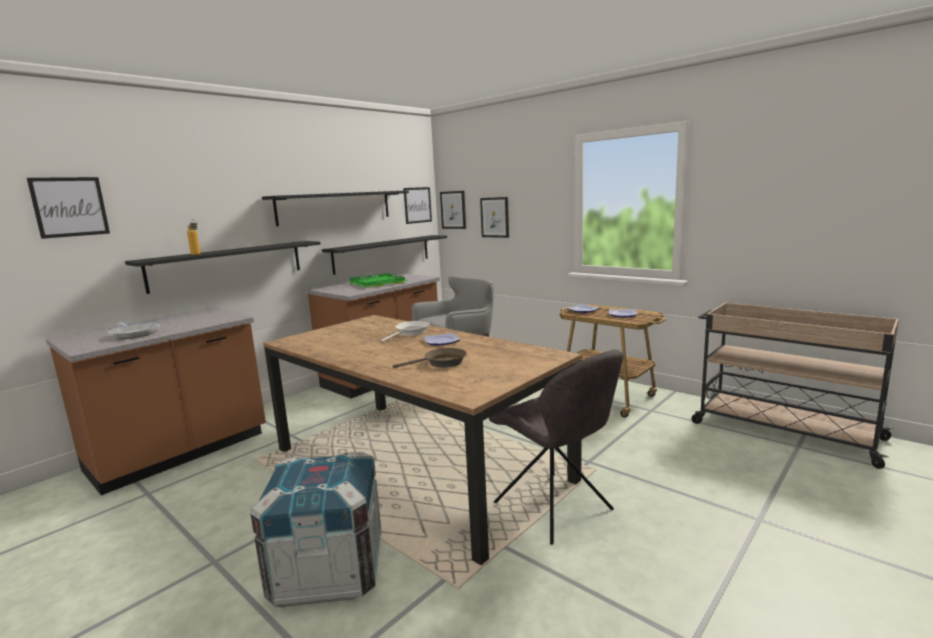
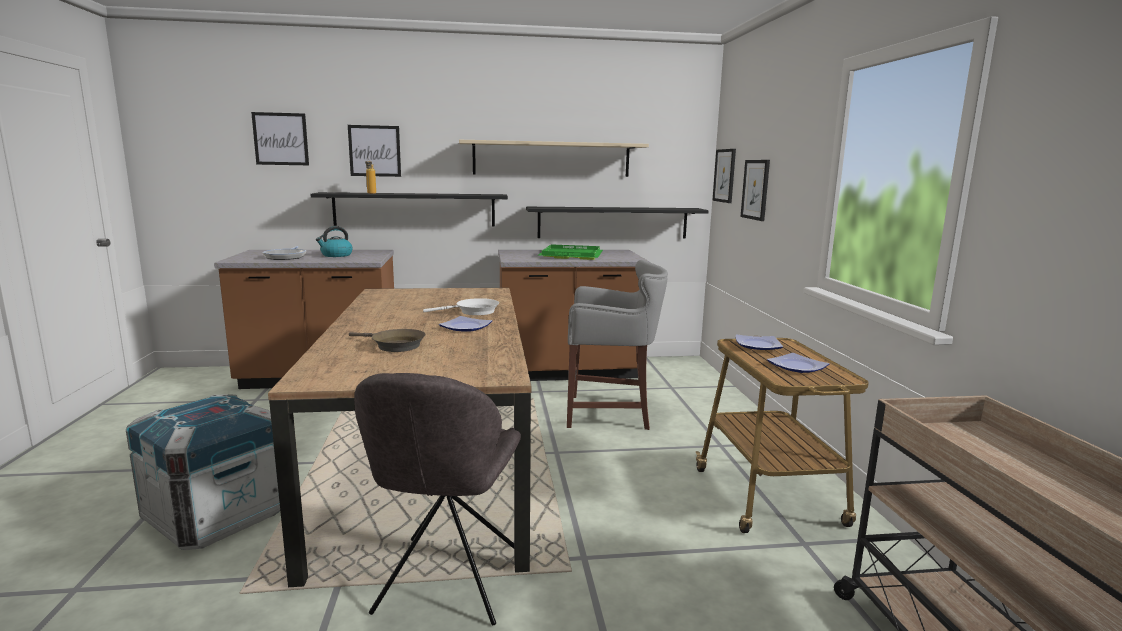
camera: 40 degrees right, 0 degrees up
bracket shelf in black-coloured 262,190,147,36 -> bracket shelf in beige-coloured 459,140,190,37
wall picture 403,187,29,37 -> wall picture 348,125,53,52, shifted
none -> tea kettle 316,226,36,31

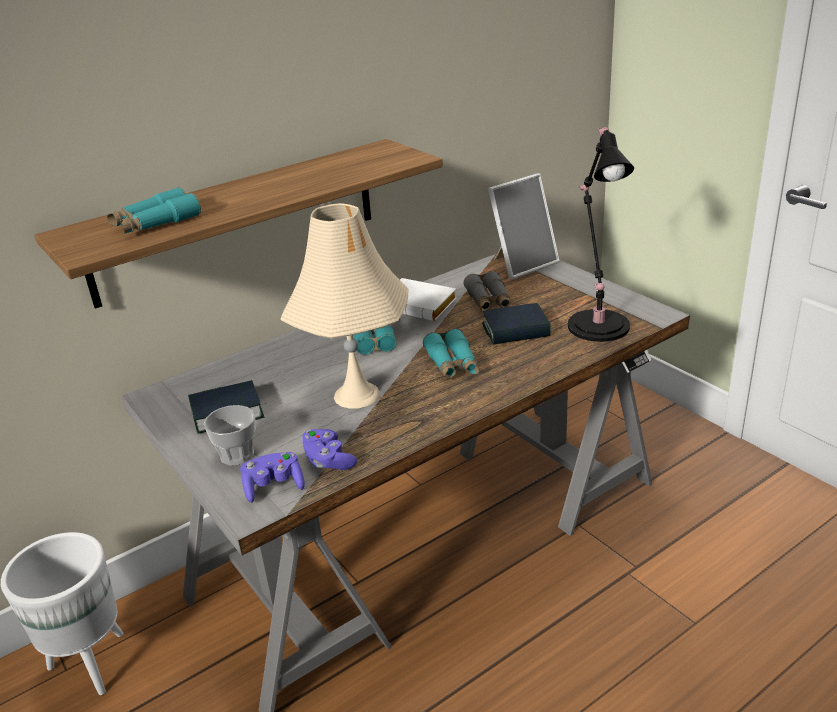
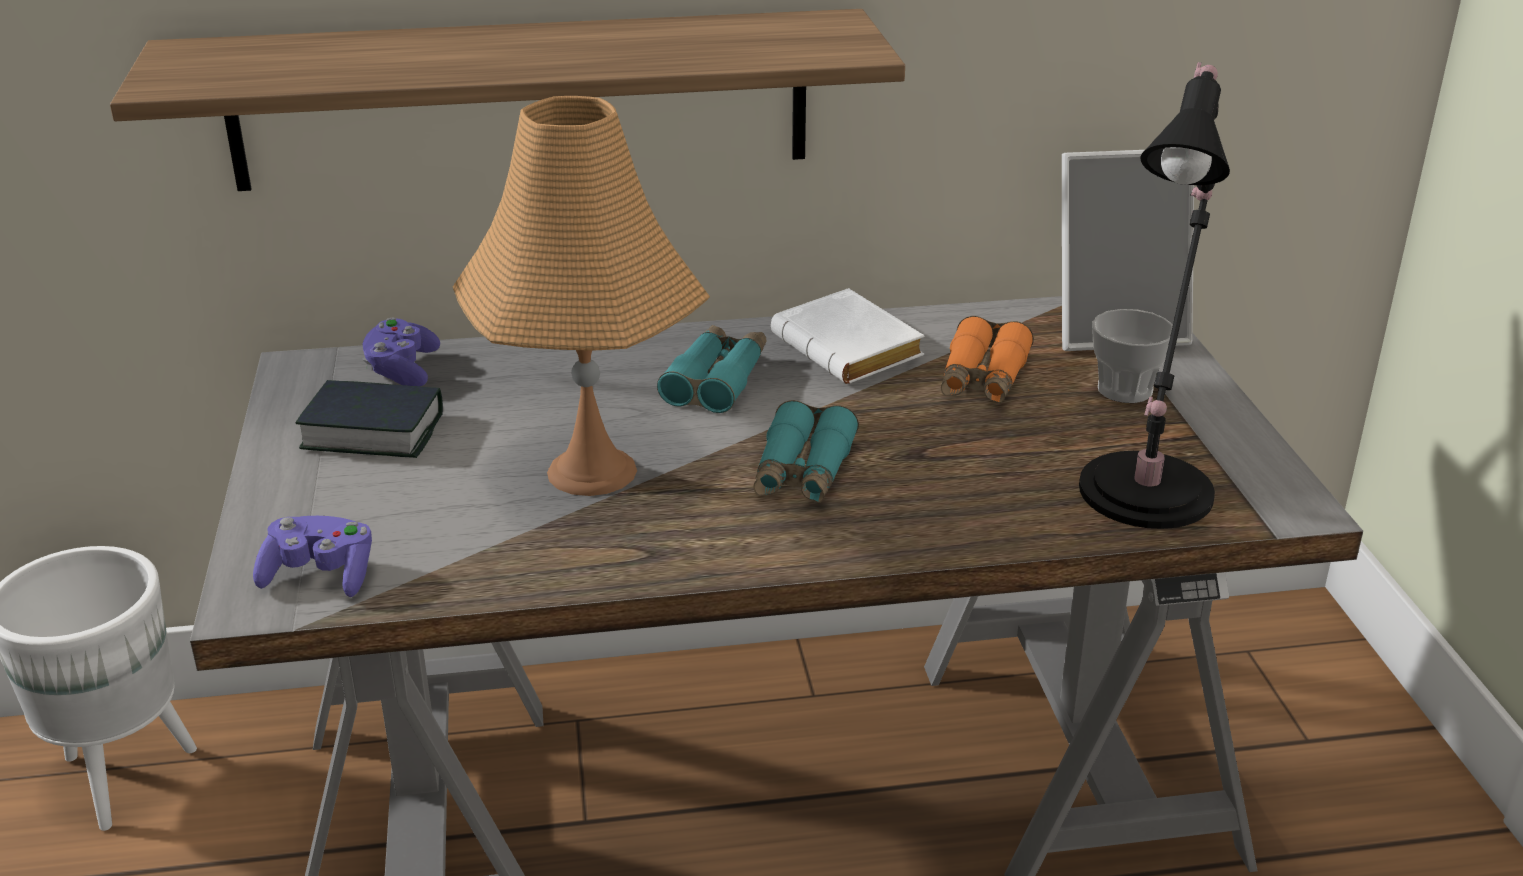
camera: 25 degrees right, 0 degrees up
binoculars in blue-green 107,187,94,46 -> none
drinking cup 204,405,51,60 -> drinking cup 1092,309,81,94, shifted
tabletop lamp in beige-coloured 280,203,129,206 -> tabletop lamp in orangey 453,96,257,400
joypad in purple-coloured 301,429,56,41 -> joypad in purple-coloured 362,318,78,69, shifted
binoculars in gray 463,271,49,41 -> binoculars in orangey 941,316,93,87
volume 482,303,69,41 -> none

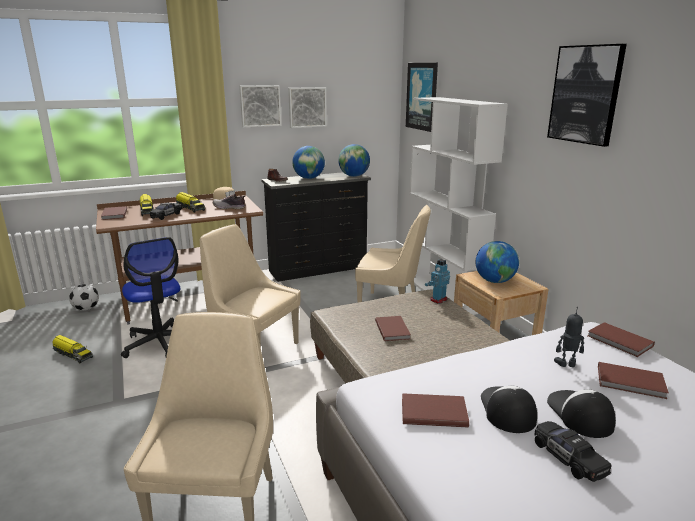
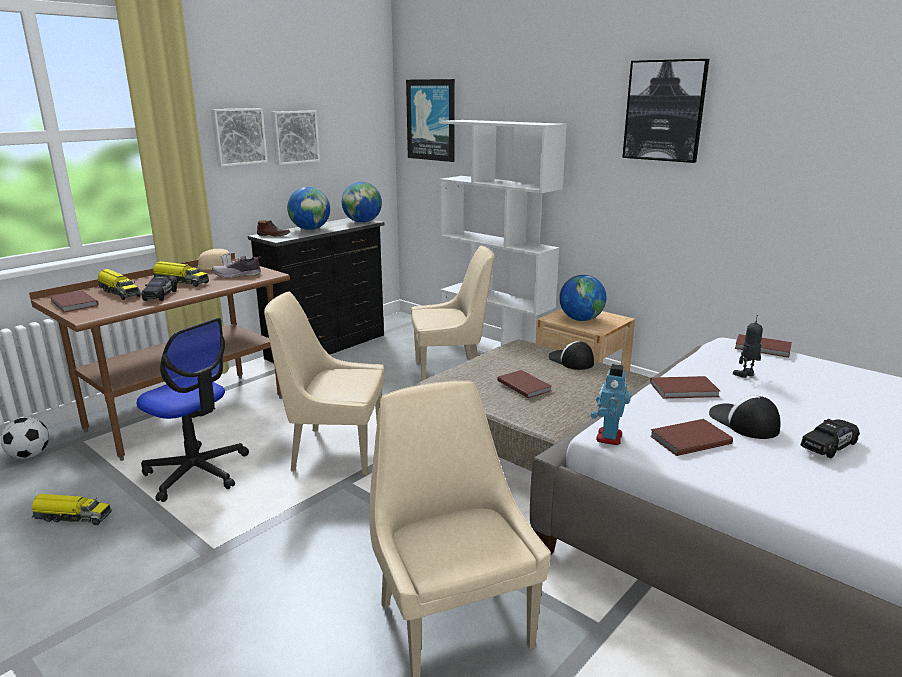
camera: 25 degrees left, 0 degrees up
robot figure 425,259,25,45 -> robot figure 591,364,40,81, shifted
miniature car in black-coloured 535,421,77,61 -> miniature car in black-coloured 801,419,59,39, 105 degrees clockwise
peaked cap 547,389,69,49 -> peaked cap 548,341,46,29, shifted
volume in brownish 598,362,71,37 -> volume in brownish 650,376,70,23, shifted

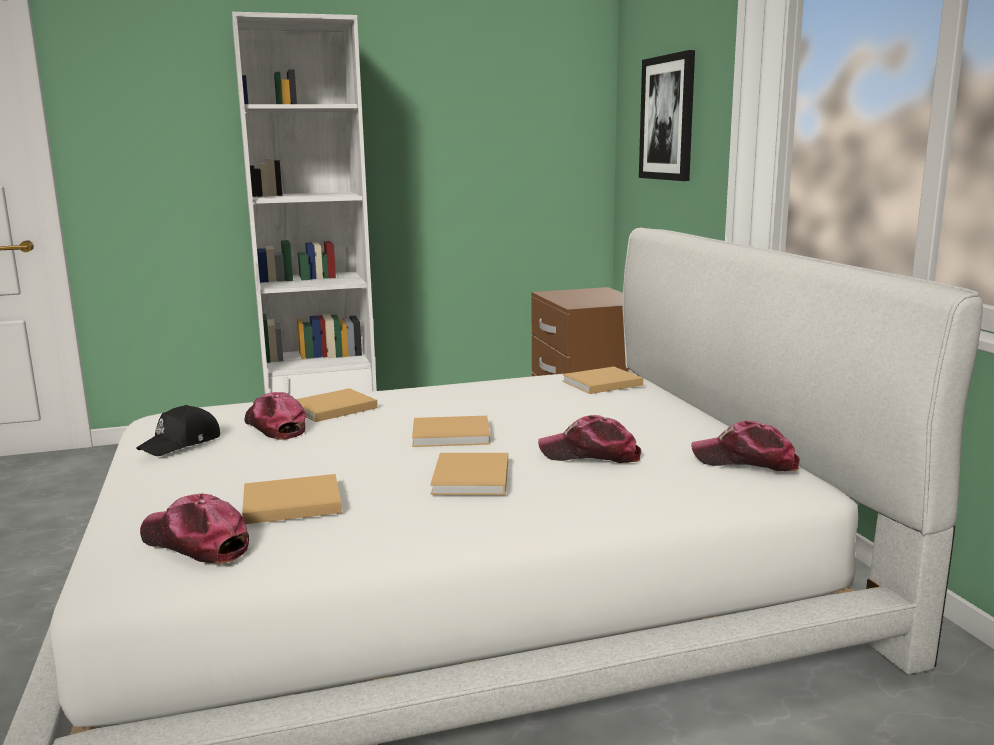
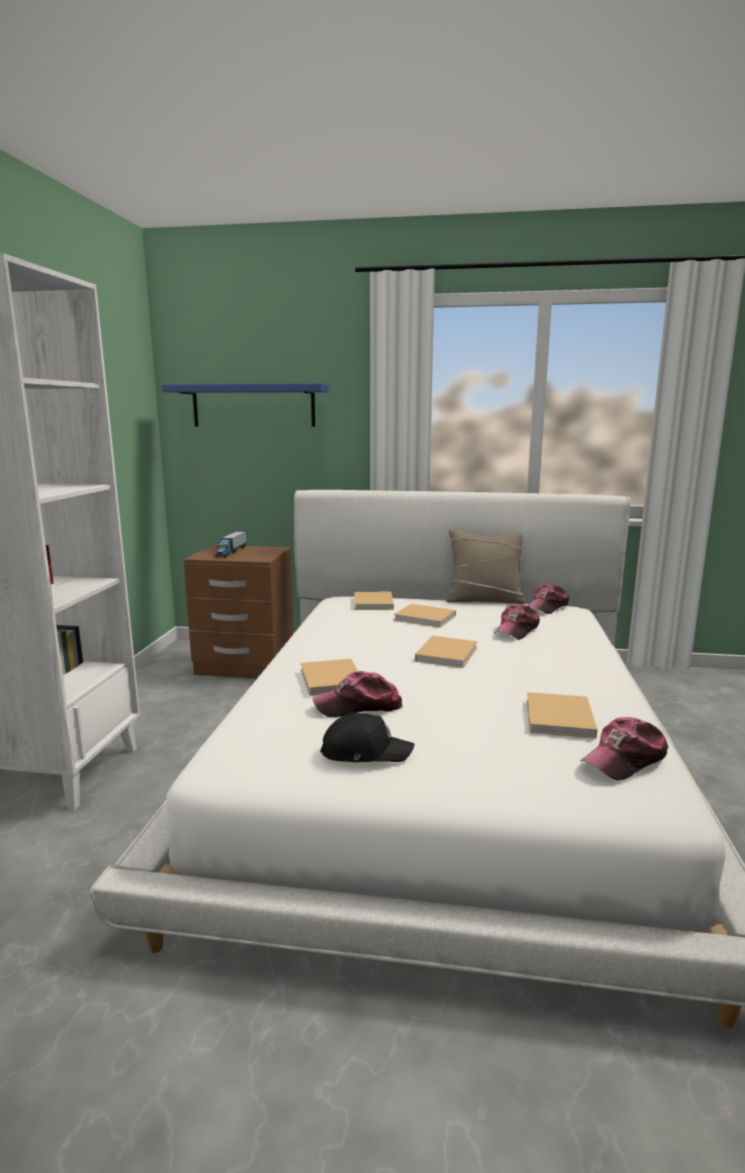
camera: 65 degrees left, 0 degrees up
peaked cap in black-coloured 136,405,84,51 -> peaked cap in black-coloured 321,713,94,49, 60 degrees counterclockwise
volume in beige-coloured 430,453,78,42 -> volume in beige-coloured 394,604,62,24, shifted
wall picture 639,50,56,131 -> bracket shelf in bluish 162,383,167,44
none -> model truck 215,531,32,26
none -> cushion in beige-coloured 446,529,80,75

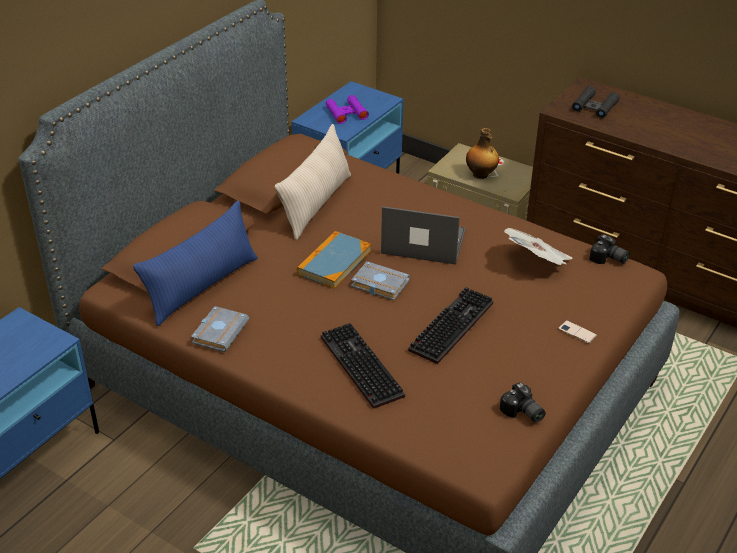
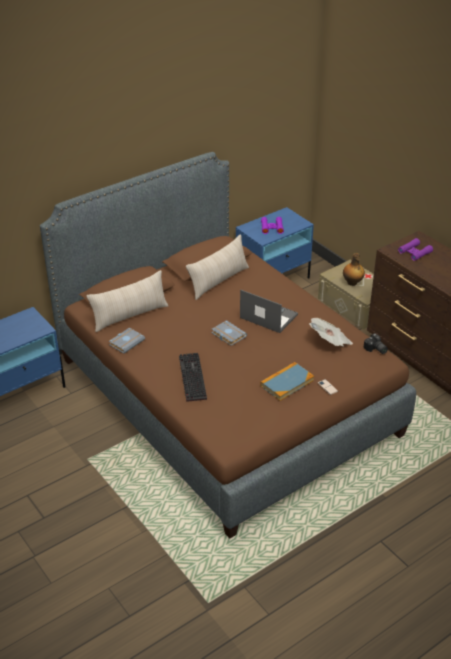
camera: 20 degrees right, 0 degrees up
cushion in bluish 133,201,125,125 -> cushion in beige-coloured 87,270,81,62
volume 297,231,74,58 -> volume 260,362,54,39, shifted
PC keyboard 408,287,85,77 -> none
photo camera 500,382,46,41 -> none
binoculars in black-coloured 572,86,48,32 -> binoculars in purple-coloured 398,238,35,23

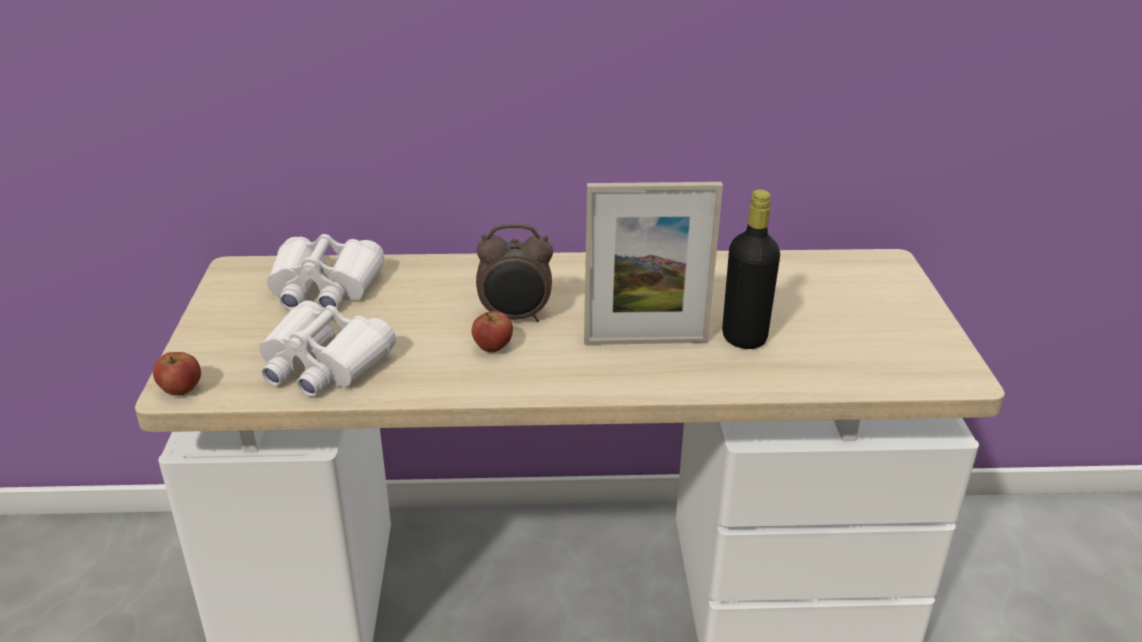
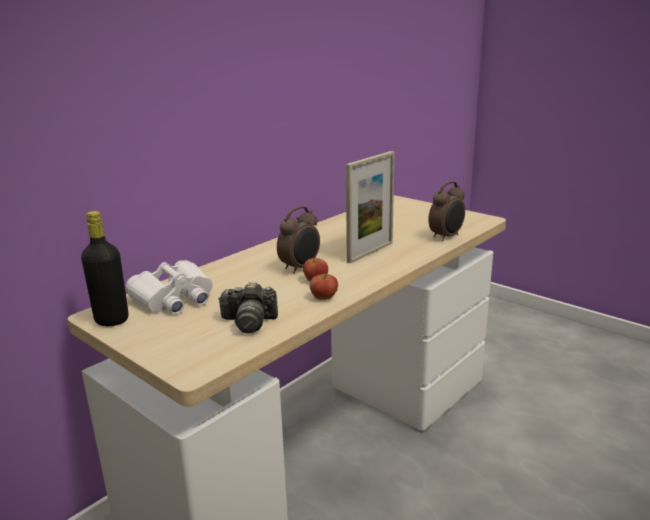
camera: 45 degrees left, 10 degrees down
whole apple 153,352,48,43 -> whole apple 310,273,28,27, shifted
binoculars in whitish 259,300,137,97 -> photo camera 218,282,60,51
bottle in black-coloured 722,189,58,160 -> bottle in black-coloured 81,211,48,115, shifted
none -> bedside clock 428,181,37,60

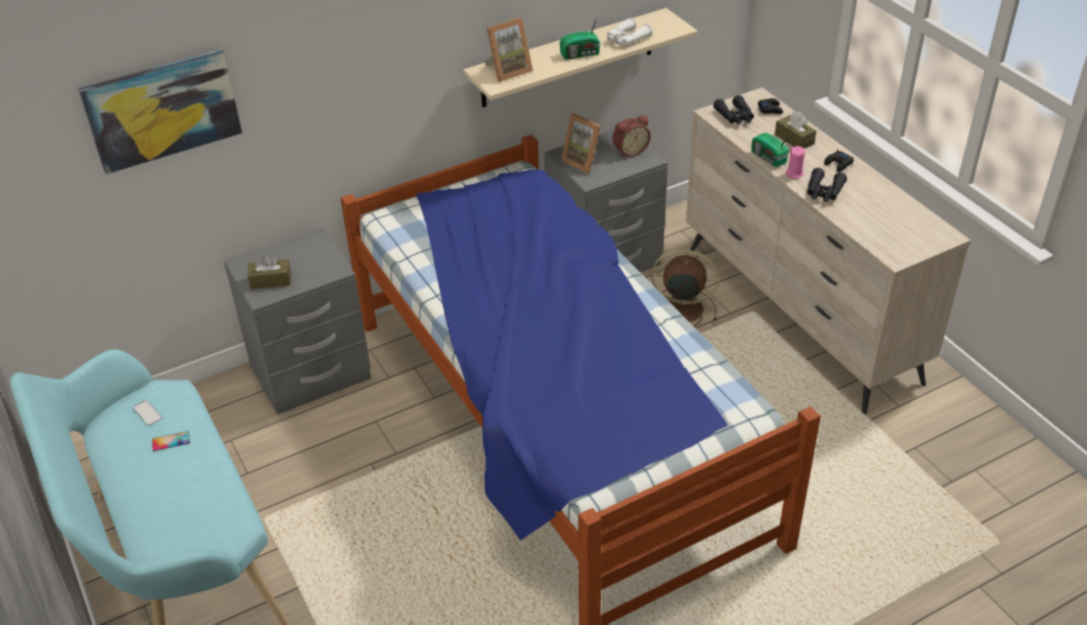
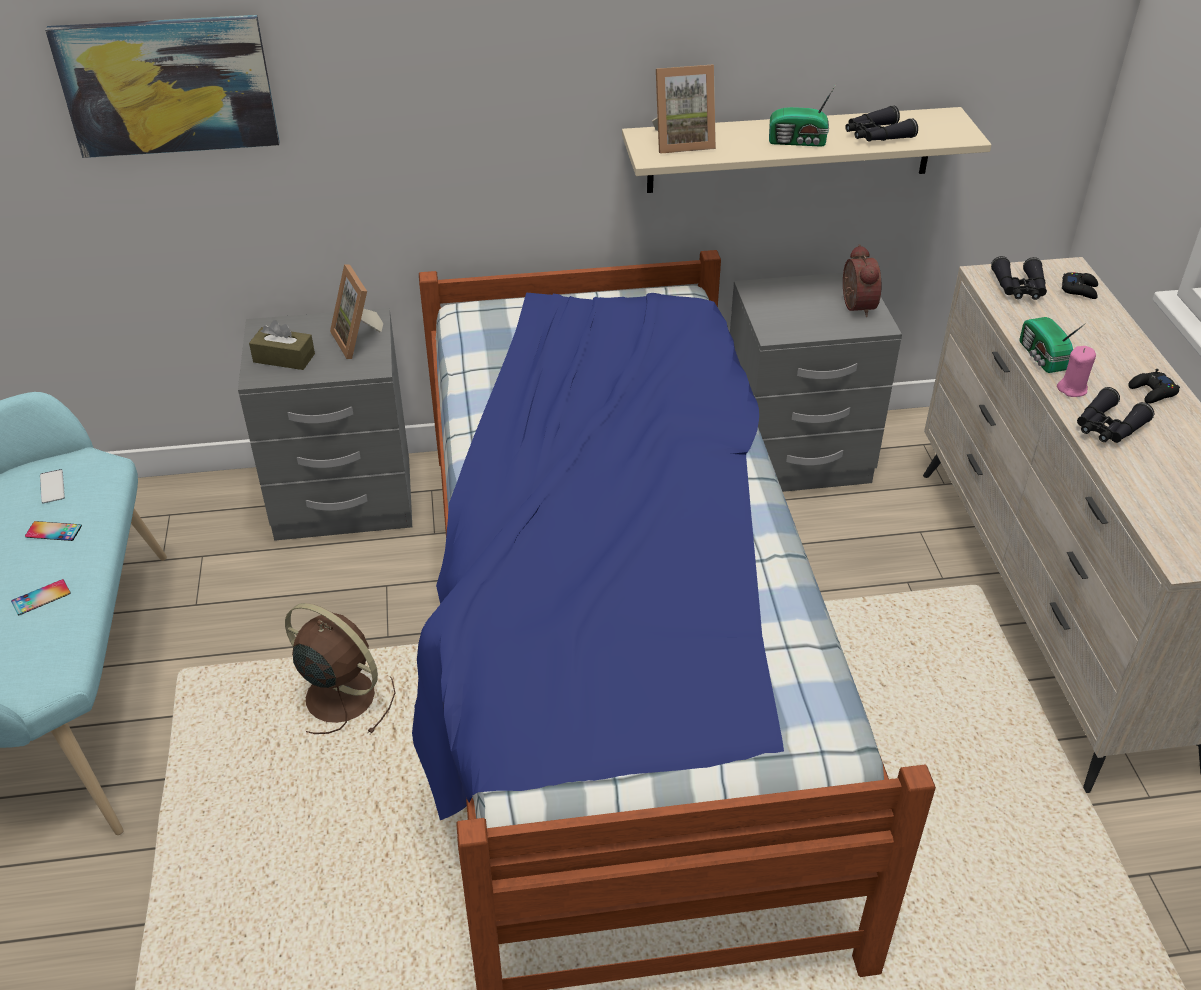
camera: 20 degrees right, 0 degrees up
standing frame 561,113,40,61 -> standing frame 330,264,53,95, shifted
binoculars in whitish 607,17,45,28 -> binoculars in black-coloured 845,106,73,36
bedside clock 612,115,39,42 -> bedside clock 843,244,38,73, 90 degrees counterclockwise
cooling fan in brownish 651,249,68,78 -> cooling fan in brownish 285,603,111,131, shifted
tissue box in brownish 775,111,41,38 -> none
none -> handset 11,579,60,36

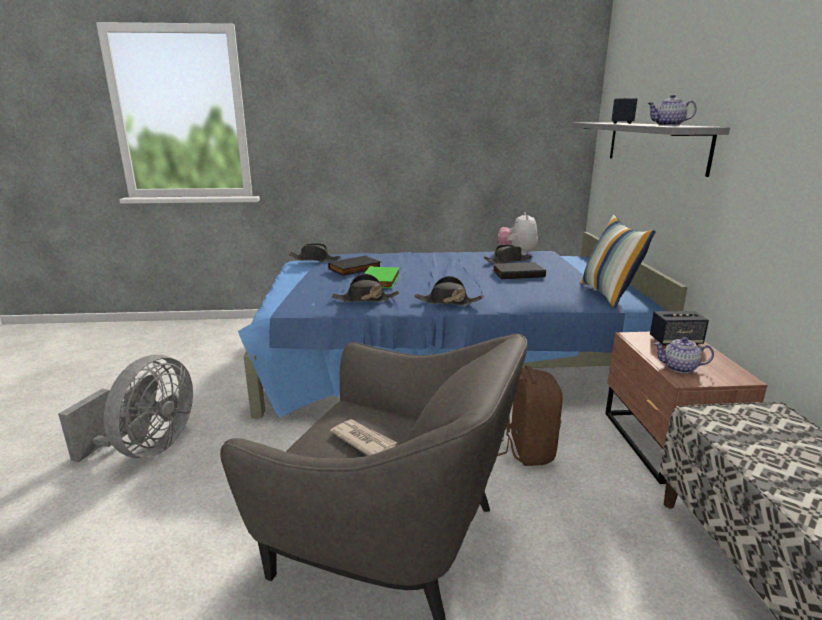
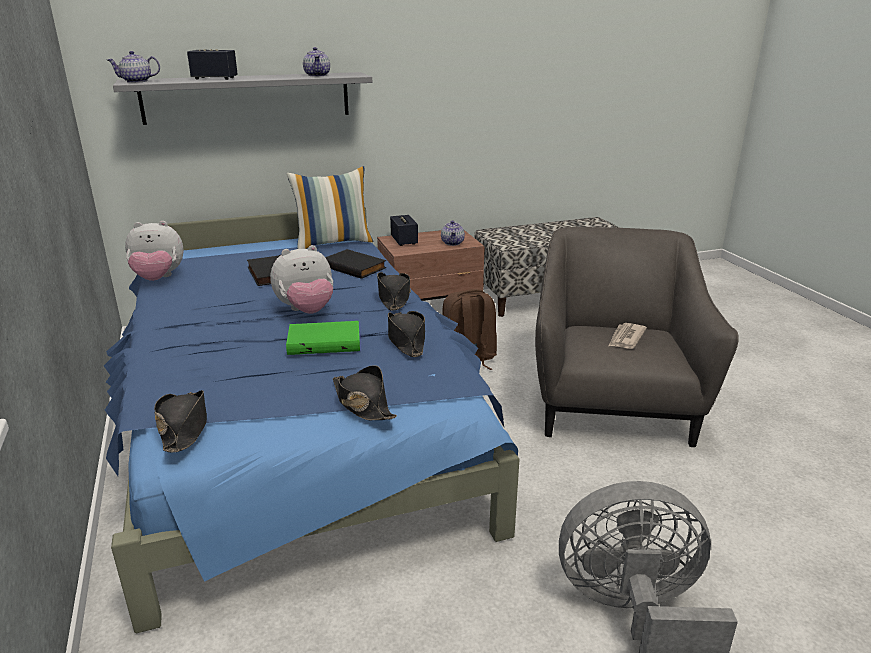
camera: 105 degrees left, 5 degrees up
volume in black-coloured 328,255,53,21 -> volume in black-coloured 325,249,61,30, shifted
hat in black-coloured 484,245,48,19 -> hat in black-coloured 333,365,64,55, shifted
none -> tea pot 107,51,53,32
none -> cuddly toy 270,245,63,69

